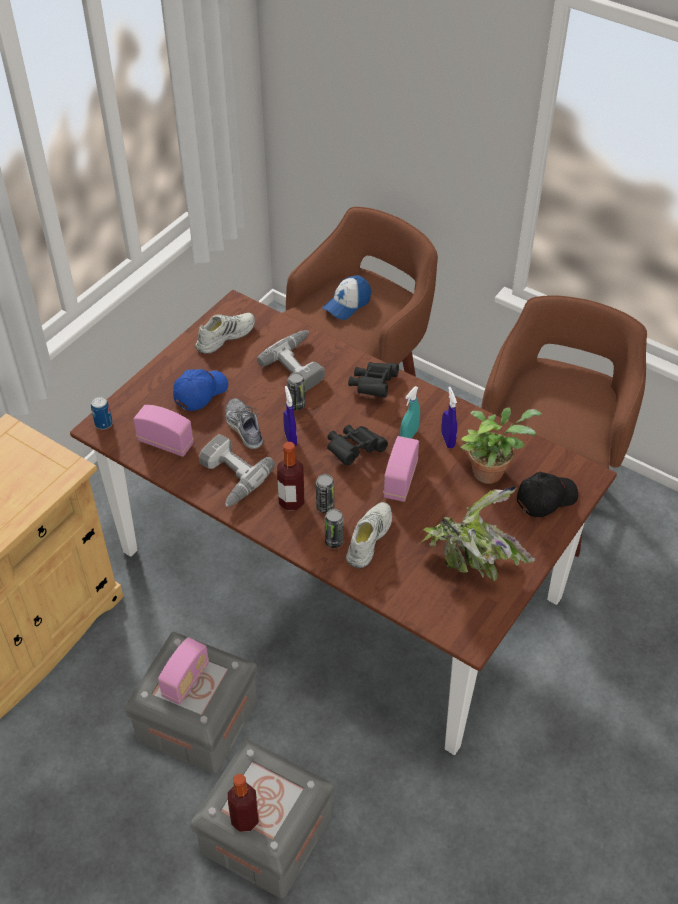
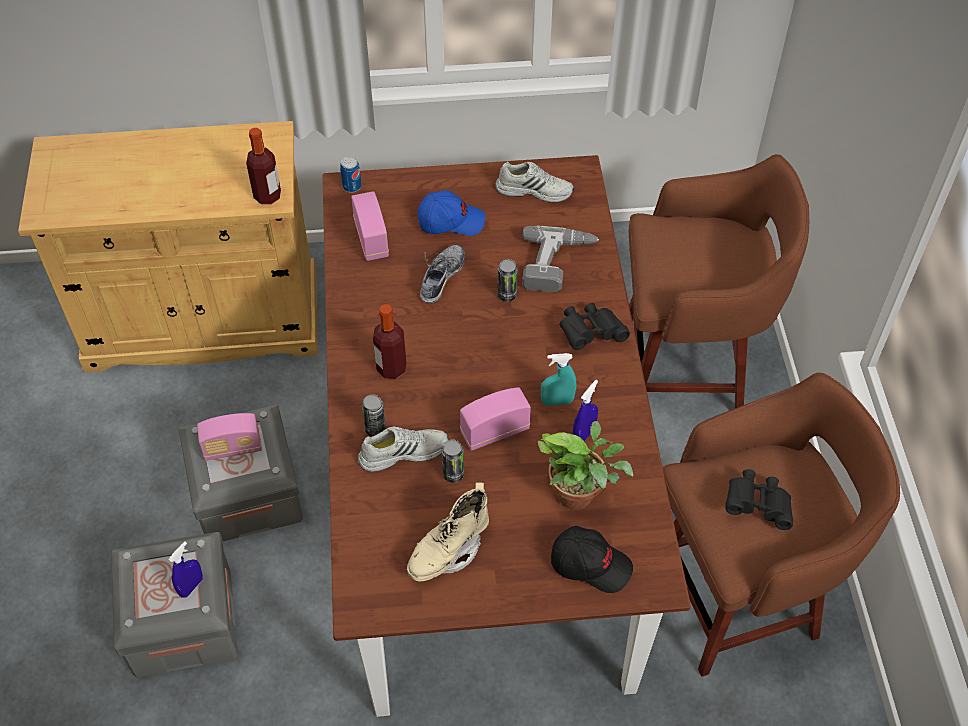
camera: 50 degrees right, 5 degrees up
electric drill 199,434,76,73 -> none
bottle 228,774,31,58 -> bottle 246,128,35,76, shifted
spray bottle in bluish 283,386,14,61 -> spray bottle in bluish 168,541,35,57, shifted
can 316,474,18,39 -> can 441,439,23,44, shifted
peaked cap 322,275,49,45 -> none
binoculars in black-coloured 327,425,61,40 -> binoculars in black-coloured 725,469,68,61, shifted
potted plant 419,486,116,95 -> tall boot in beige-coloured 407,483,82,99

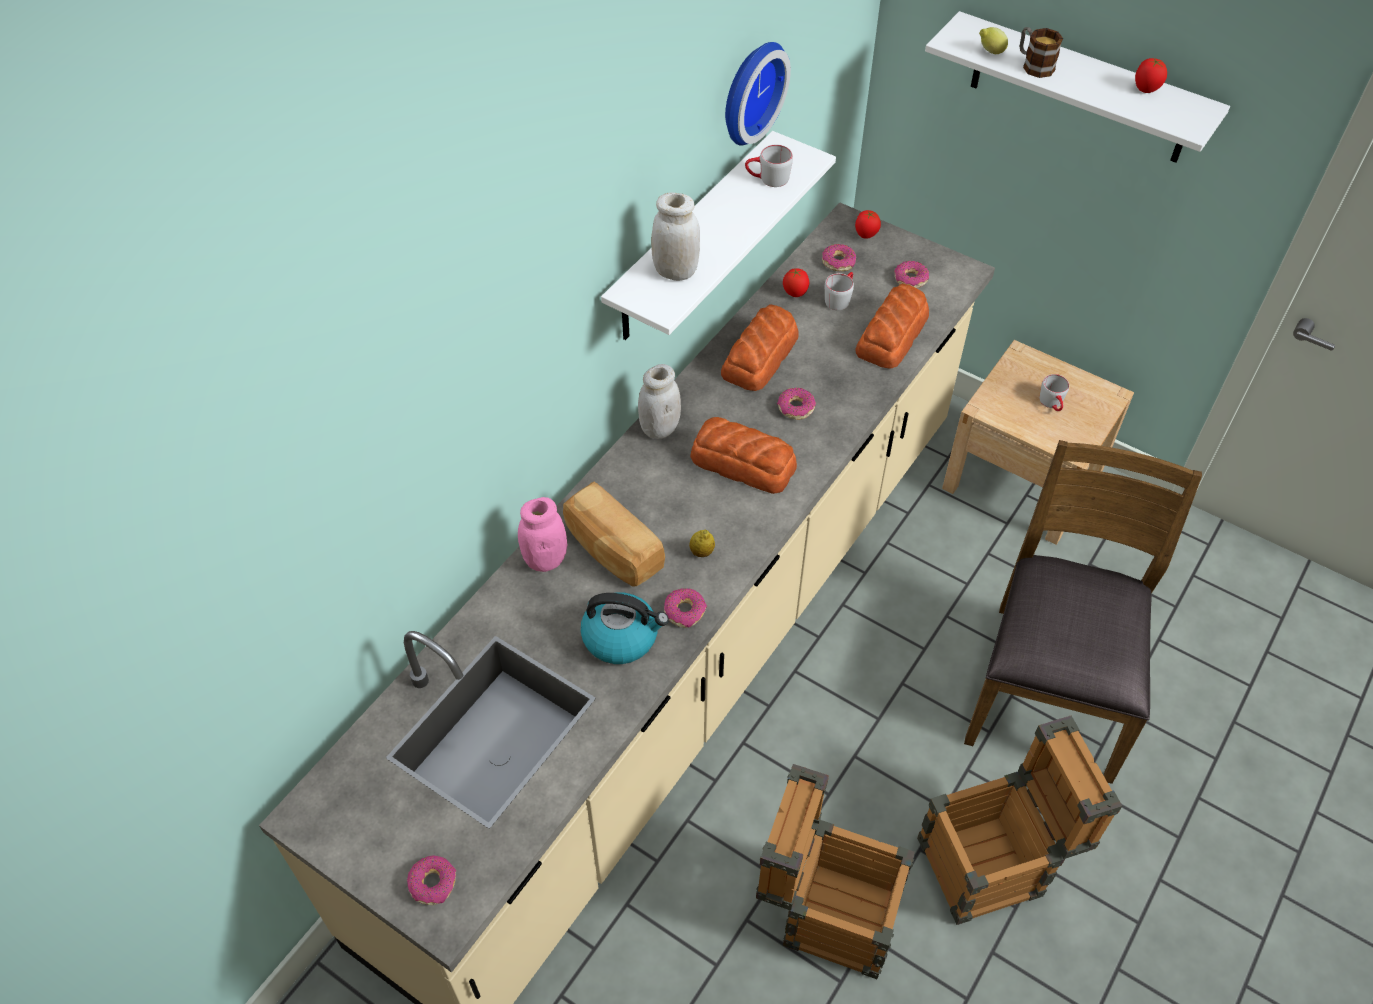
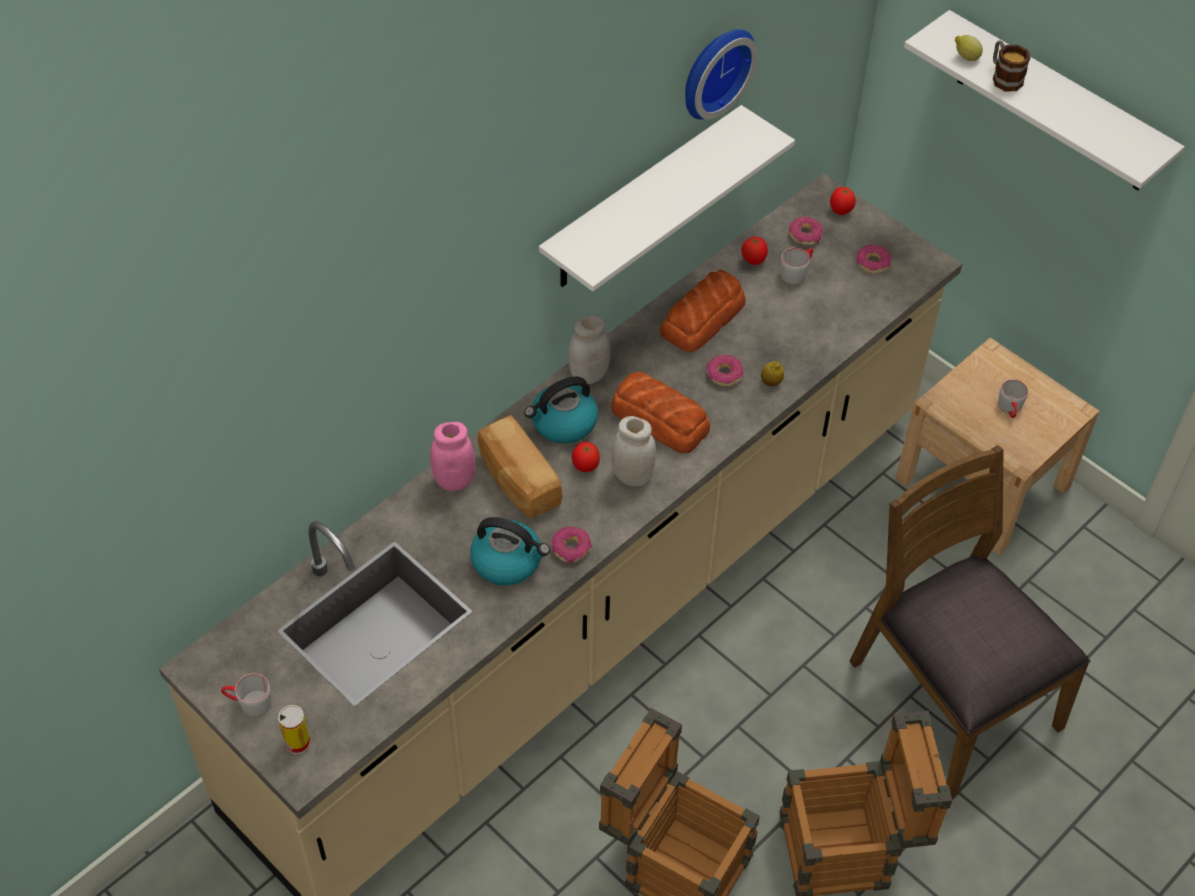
camera: 10 degrees right, 0 degrees up
donut 407,856,49,49 -> can 278,705,33,49
storage jar in whitish 651,192,49,89 -> storage jar in whitish 612,416,44,71, shifted
citrus fruit 689,530,26,27 -> citrus fruit 761,361,23,25, shifted
mug in gray 745,145,48,42 -> mug in gray 221,674,50,43, shifted
baked bread 856,284,73,85 -> none
chair in brownish 964,440,238,344 -> chair in brownish 849,445,241,352, 60 degrees counterclockwise
whole tomato 1135,58,32,35 -> whole tomato 572,442,28,30, shifted
none -> tea kettle 524,377,74,67

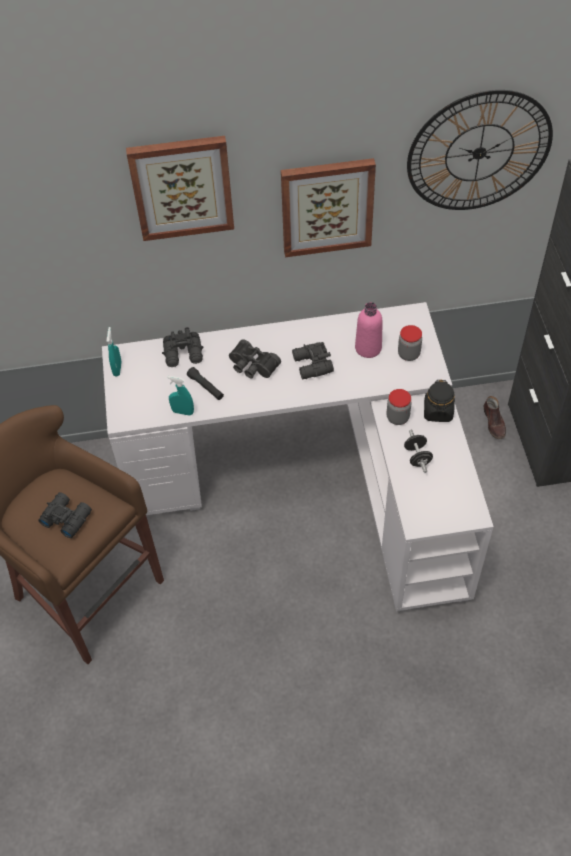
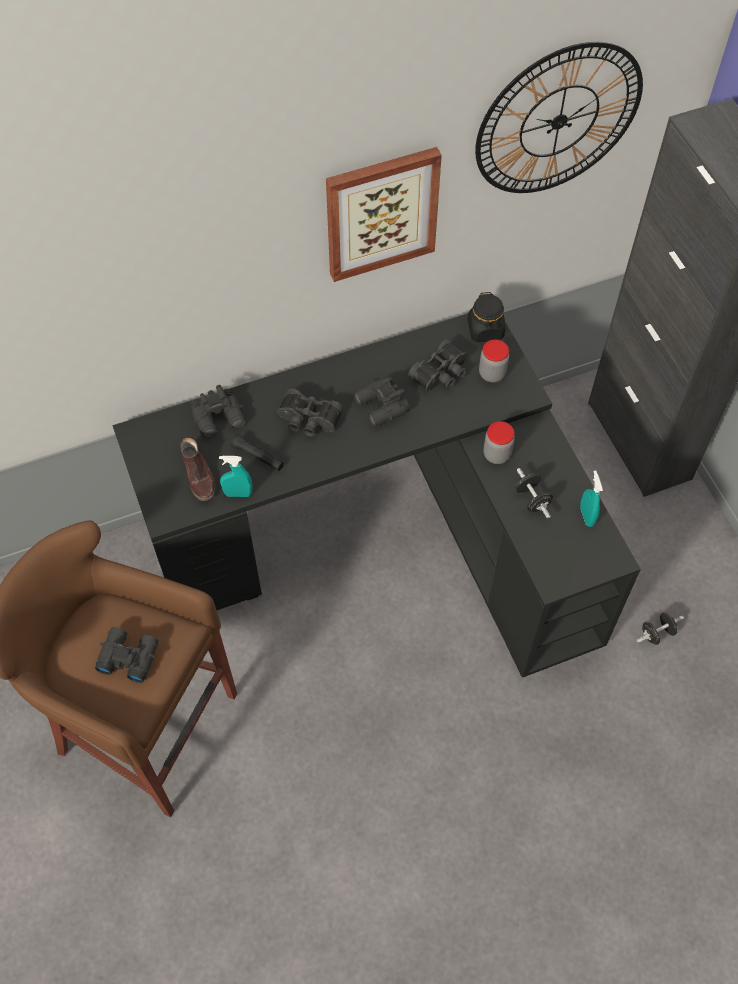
camera: 15 degrees left, 5 degrees up
desk unit in whitish 102,302,392,309 -> desk unit in black-coloured 112,313,529,365
spray bottle in blue-green 106,327,16,50 -> spray bottle in blue-green 580,471,23,56, shifted
wall picture 126,136,108,105 -> none
bottle in pink-coloured 355,302,28,56 -> binoculars in black-coloured 408,339,60,53
storage jar in black-coloured 424,379,31,43 -> storage jar in black-coloured 467,292,38,50, shifted
low shoe in brownish 484,396,22,43 -> low shoe in brownish 180,438,36,63, shifted
none -> dumbbell in black-coloured 637,612,47,33

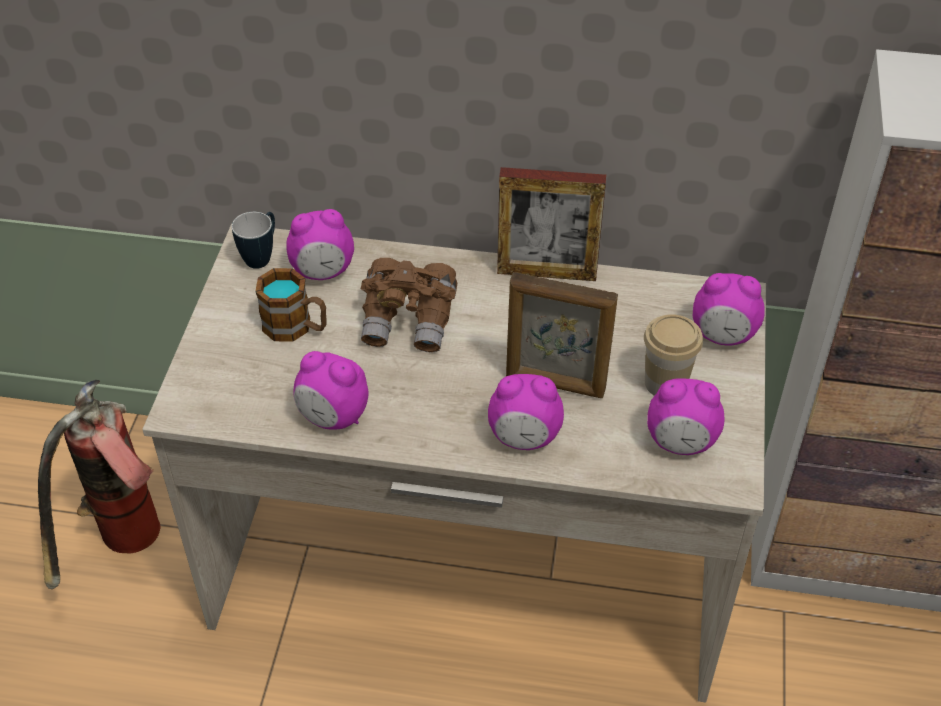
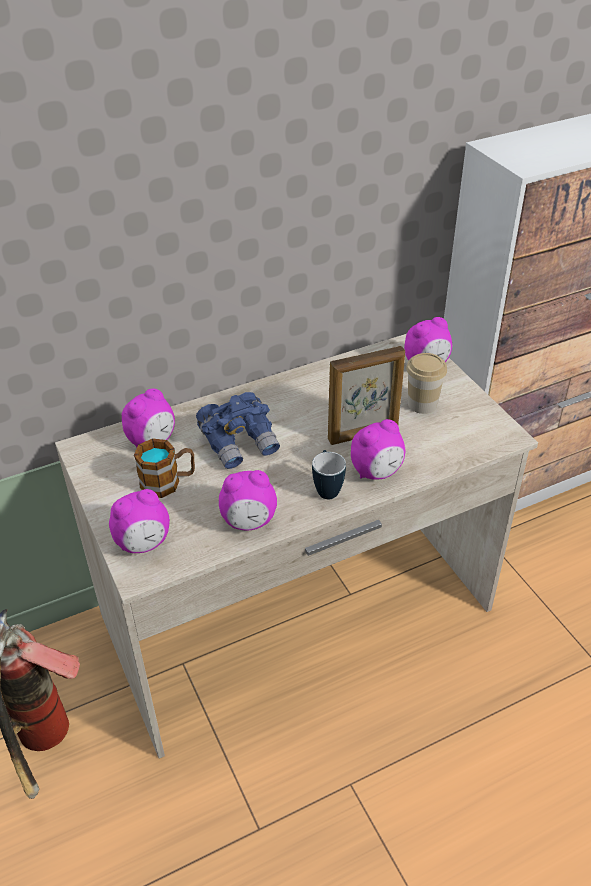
camera: 35 degrees left, 5 degrees down
mug 232,212,43,57 -> mug 312,450,34,49, shifted
binoculars in brownish 361,258,96,95 -> binoculars in bluish 196,392,84,77
standing frame 497,167,109,114 -> none
bedside clock 647,379,77,76 -> bedside clock 109,489,61,64, shifted

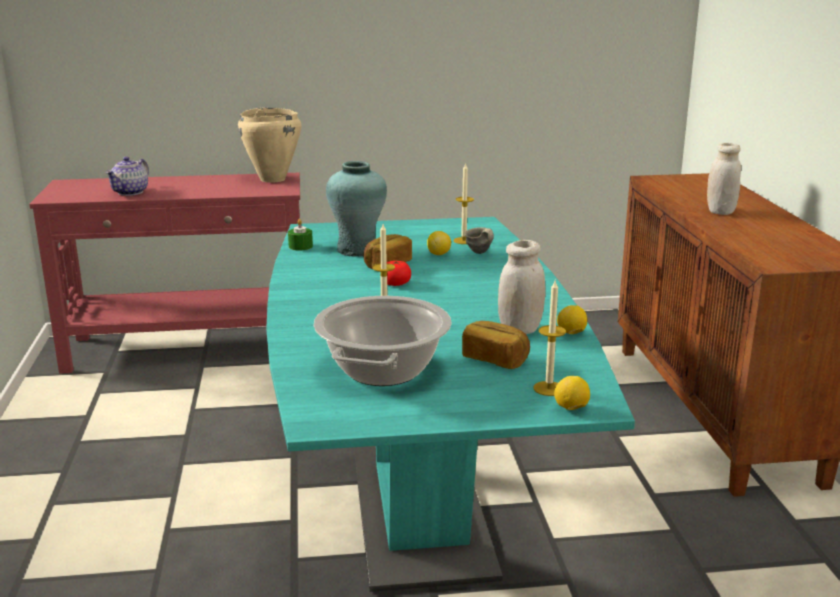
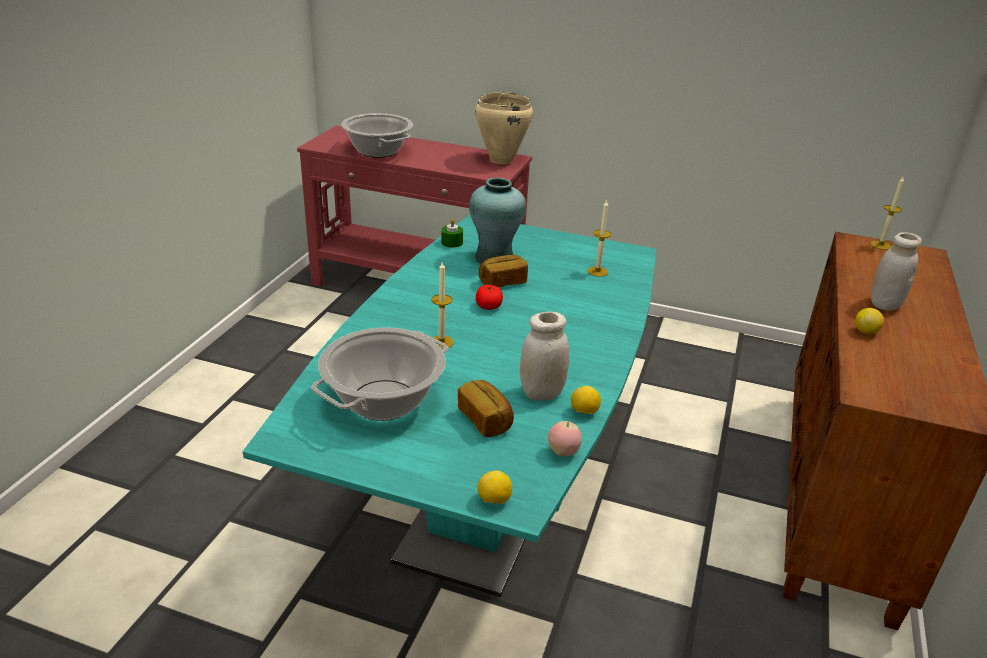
camera: 25 degrees right, 10 degrees up
tea pot 106,157,43,39 -> stockpot 341,113,72,45
citrus fruit 427,231,24,24 -> citrus fruit 855,308,29,26, shifted
mug in gray 464,227,30,27 -> none
wax candle 533,281,33,115 -> wax candle 870,177,34,73, shifted
none -> whole apple 548,421,34,36

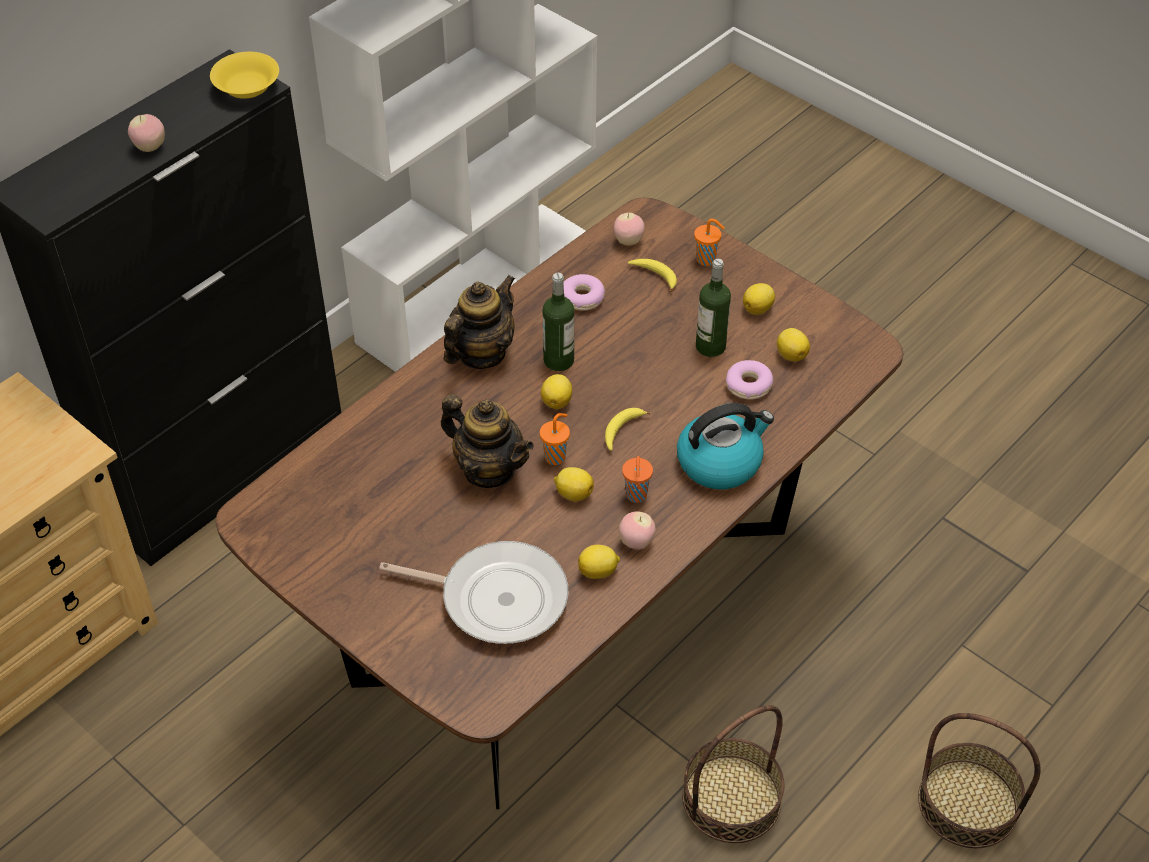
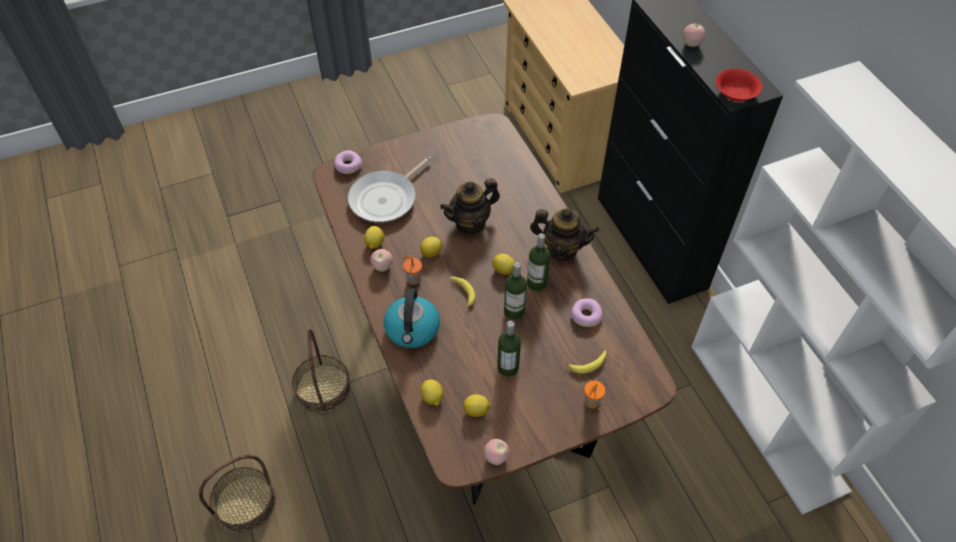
camera: 115 degrees right, 5 degrees up
deep dish in yellow 210,52,69,47 -> deep dish in red 716,69,46,32
tea pot 444,275,71,94 -> tea pot 530,208,69,52, 45 degrees counterclockwise
drinking cup in orangey 540,413,30,52 -> none
whole apple 614,213,31,33 -> whole apple 484,439,25,26, shifted
donut 726,360,47,40 -> donut 334,150,28,24, shifted
citrus fruit 743,283,32,32 -> citrus fruit 420,379,23,27, shifted
none -> bottle 504,262,23,58

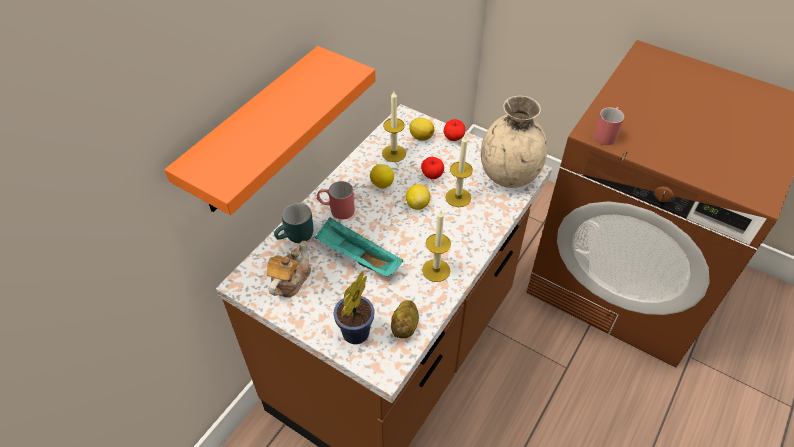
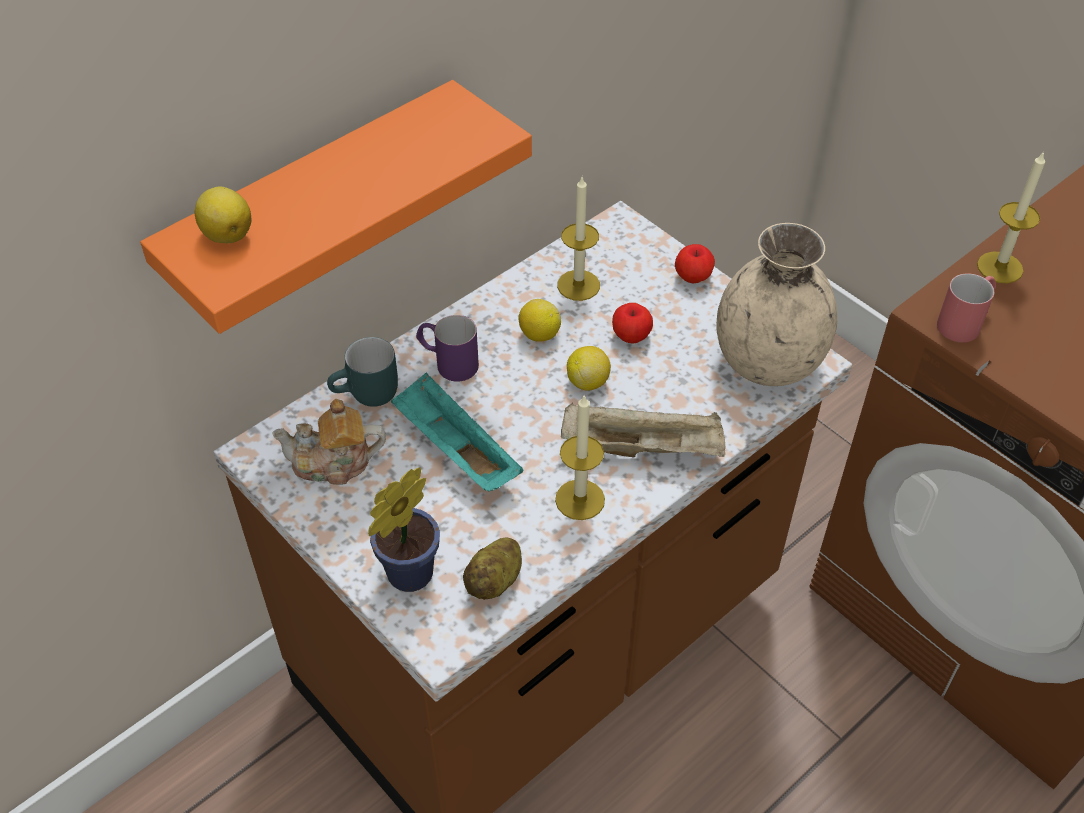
camera: 15 degrees right, 0 degrees up
tea pot 266,241,45,56 -> tea pot 272,399,114,86, 135 degrees counterclockwise
mug in red 317,181,38,39 -> mug in purple-coloured 416,315,63,67
citrus fruit 409,117,25,24 -> citrus fruit 195,187,57,56, shifted
wax candle 445,136,28,71 -> wax candle 977,151,68,133, shifted
none -> carrying tray in beige-coloured 561,403,164,55

